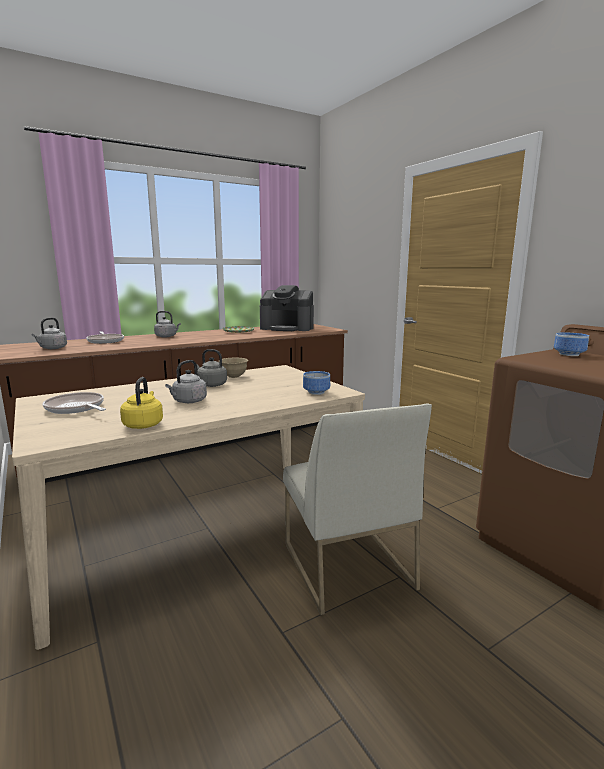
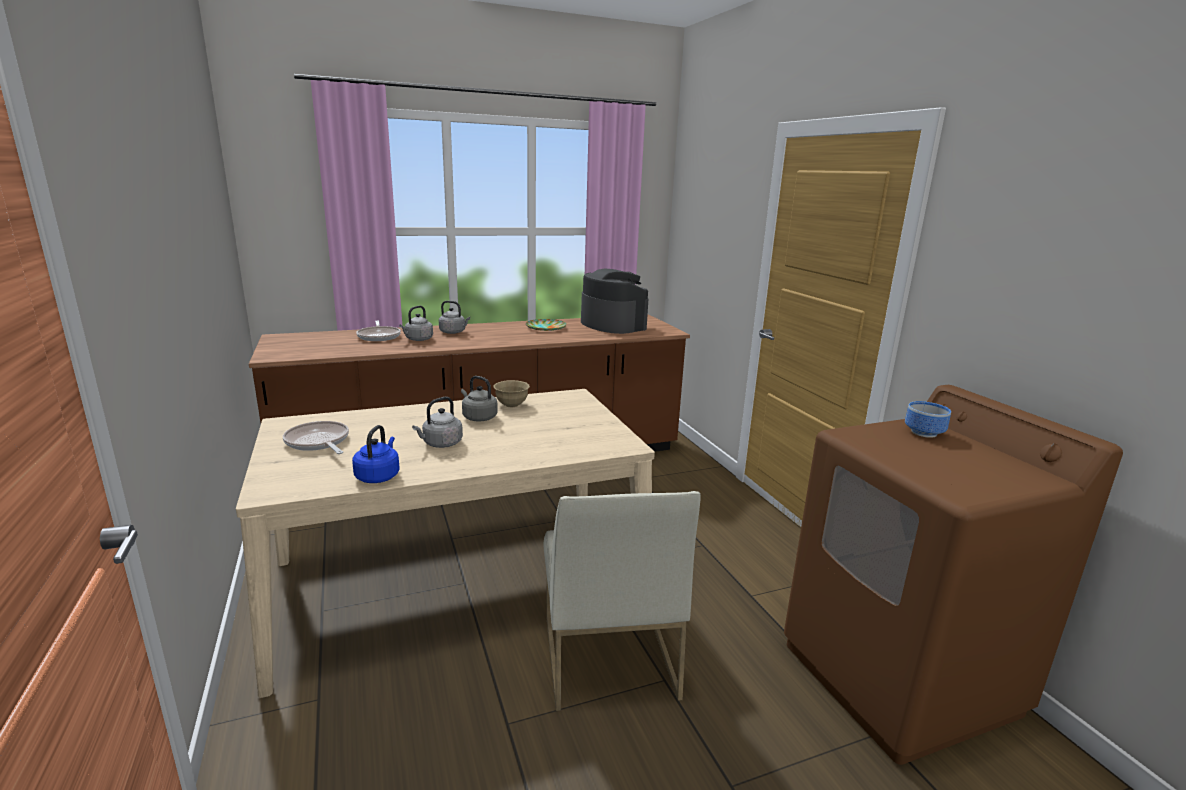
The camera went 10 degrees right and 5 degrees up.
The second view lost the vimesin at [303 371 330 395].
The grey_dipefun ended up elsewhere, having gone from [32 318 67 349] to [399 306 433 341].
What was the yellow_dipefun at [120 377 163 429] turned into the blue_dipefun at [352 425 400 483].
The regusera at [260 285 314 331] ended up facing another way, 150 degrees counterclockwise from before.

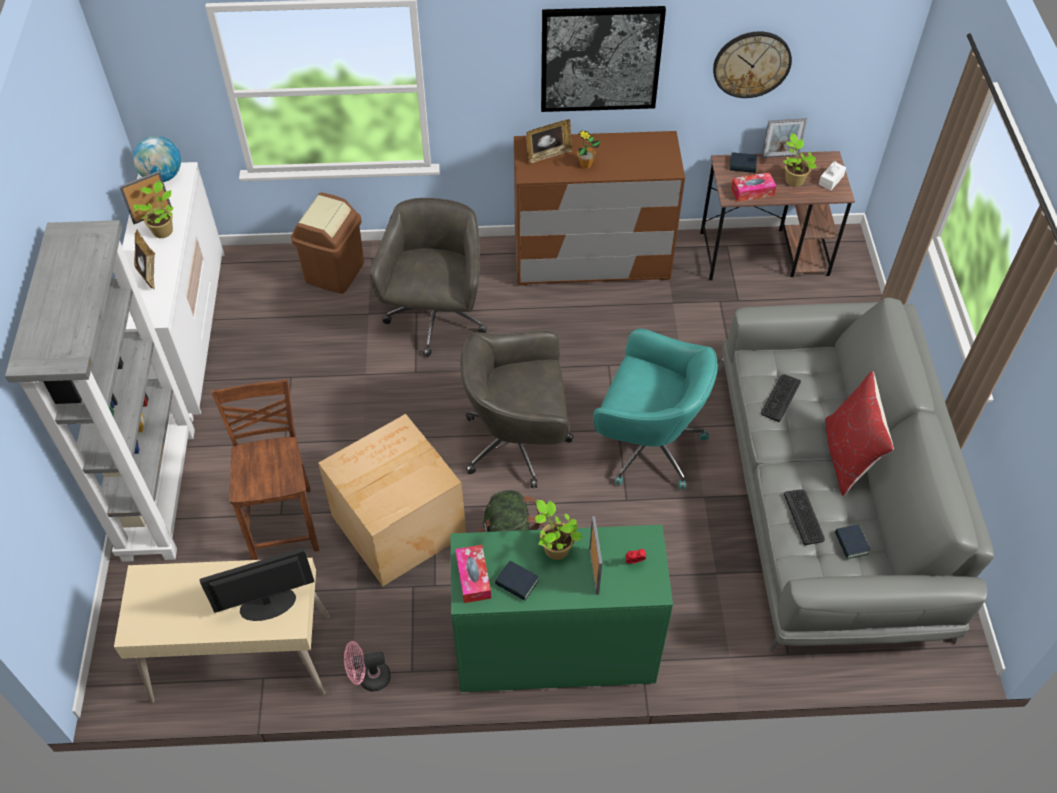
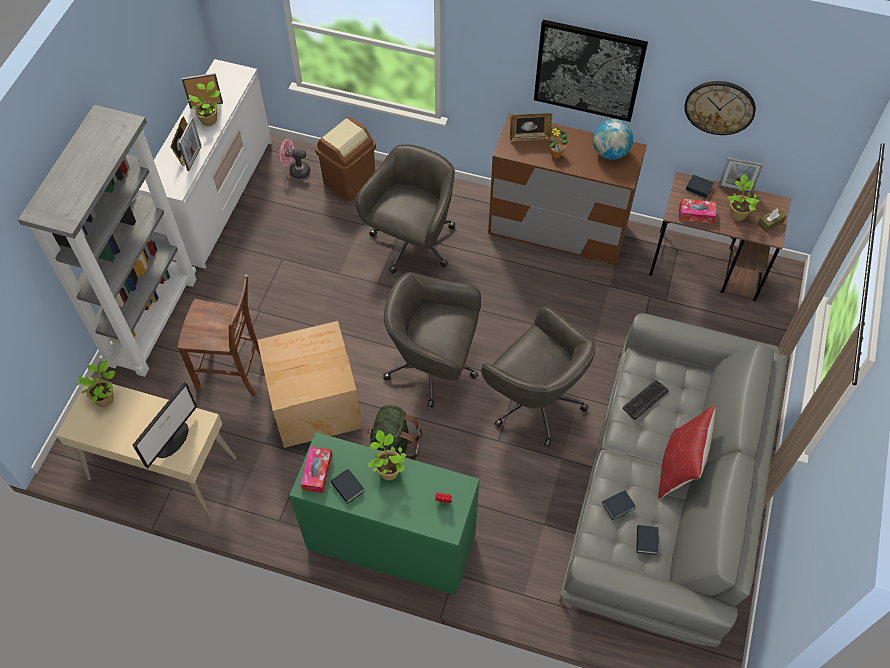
The camera went 20 degrees right and 5 degrees up.
The second view gained the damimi at [76 361 115 407].
The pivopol ended up elsewhere, having gone from [133 136 181 182] to [593 119 633 160].
The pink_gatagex ended up elsewhere, having gone from [344 641 391 691] to [280 139 310 179].
The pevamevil ended up elsewhere, having gone from [589 516 602 595] to [178 117 202 171].
Where the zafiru stood at [784 489 825 545], the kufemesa came to stand at [602 490 636 520].
What was the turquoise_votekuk at [593 328 718 490] turned into the grey_votekuk at [481 306 596 447].
What was the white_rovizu at [819 161 846 190] turned into the brown_rovizu at [758 208 786 232].
The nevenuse at [199 547 315 621] ended up facing another way, 120 degrees clockwise from before.
The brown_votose at [211 379 319 560] ended up facing another way, 90 degrees clockwise from before.

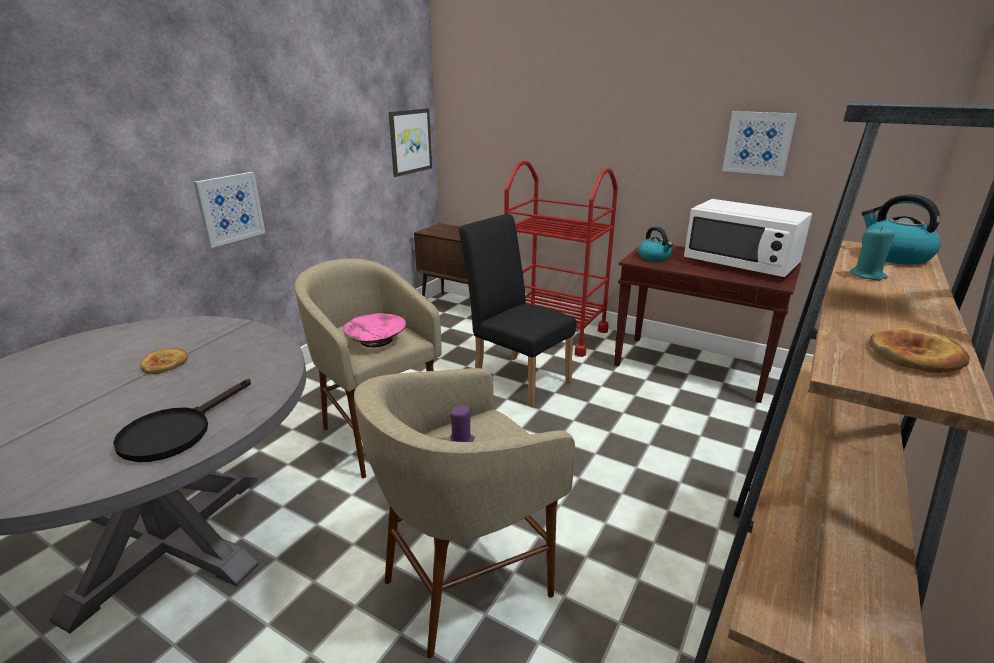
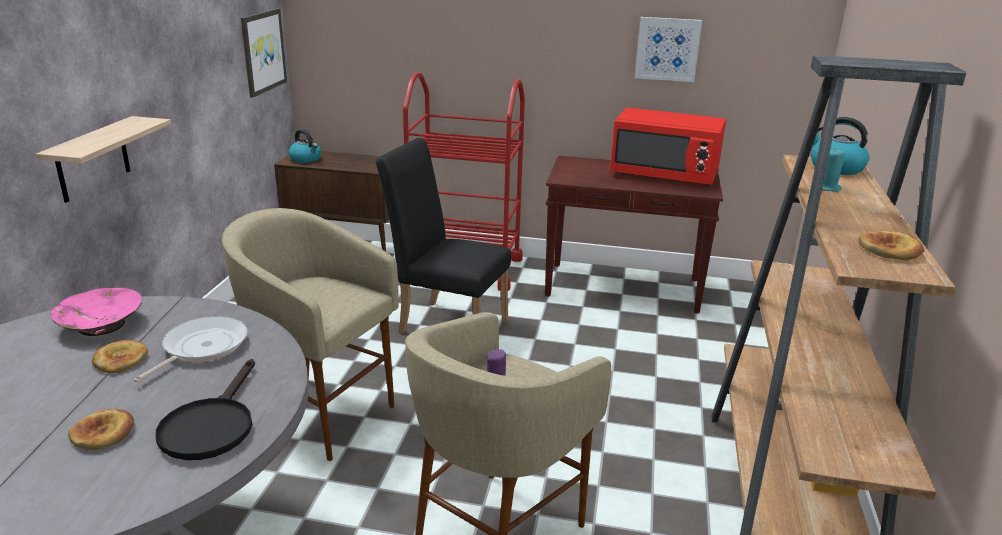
The camera went 20 degrees left and 0 degrees up.
The second view gained the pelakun at [68 409 134 450].
The second view gained the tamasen at [133 316 248 383].
The pink_vimesin ended up elsewhere, having gone from [343 313 406 347] to [51 288 142 336].
The dipefun ended up elsewhere, having gone from [638 227 673 261] to [289 129 321 163].
Where the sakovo hung at [194 172 265 248], the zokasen came to hang at [36 116 171 203].
What was the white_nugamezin at [684 199 812 278] turned into the red_nugamezin at [610 107 726 186].

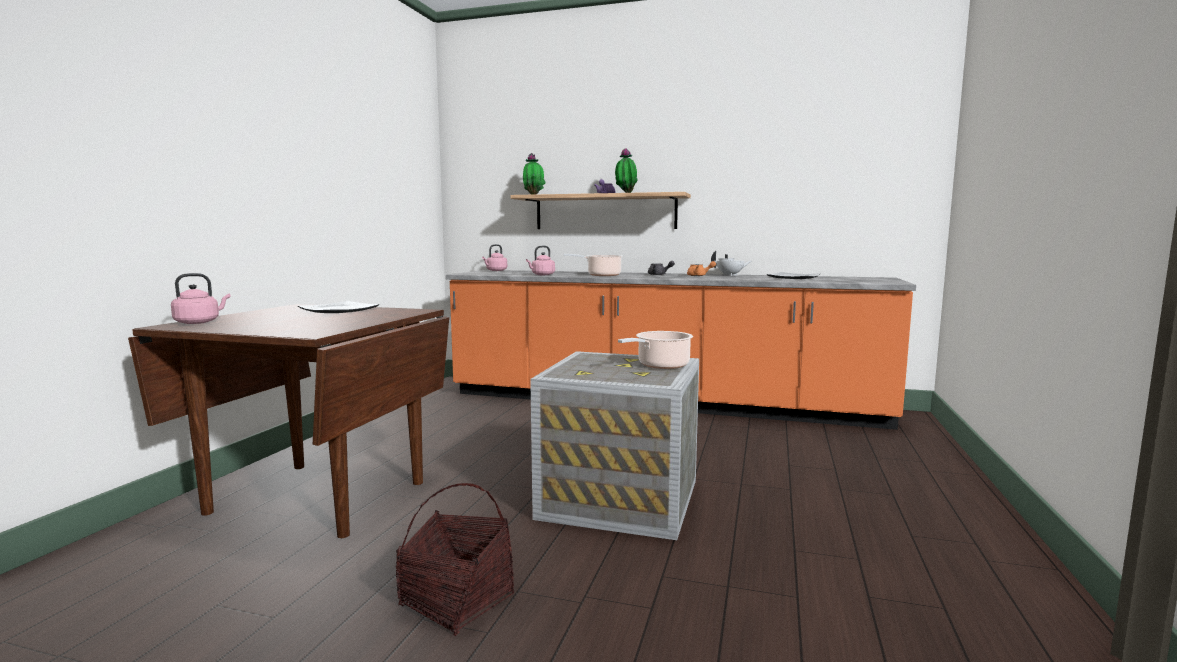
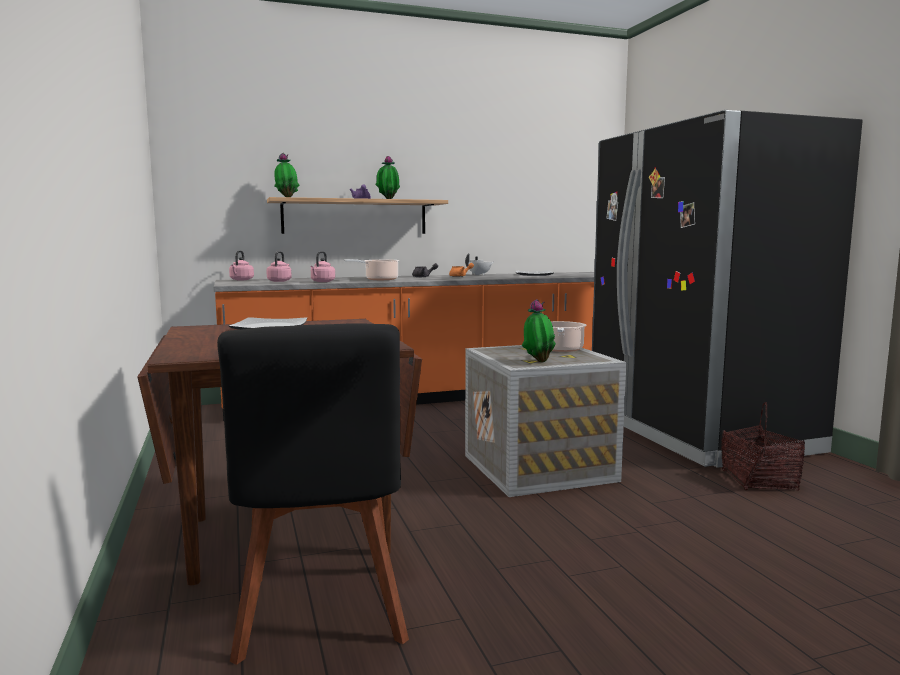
The camera went 35 degrees left and 0 degrees up.
The second view gained the black_votose at [217 323 409 665].
The second view gained the damimi at [522 299 556 363].
The second view gained the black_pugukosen at [592 110 863 468].
The pink_dipefun ended up elsewhere, having gone from [171 273 230 324] to [266 251 292 282].
The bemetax ended up elsewhere, having gone from [396 483 514 636] to [721 402 805 491].

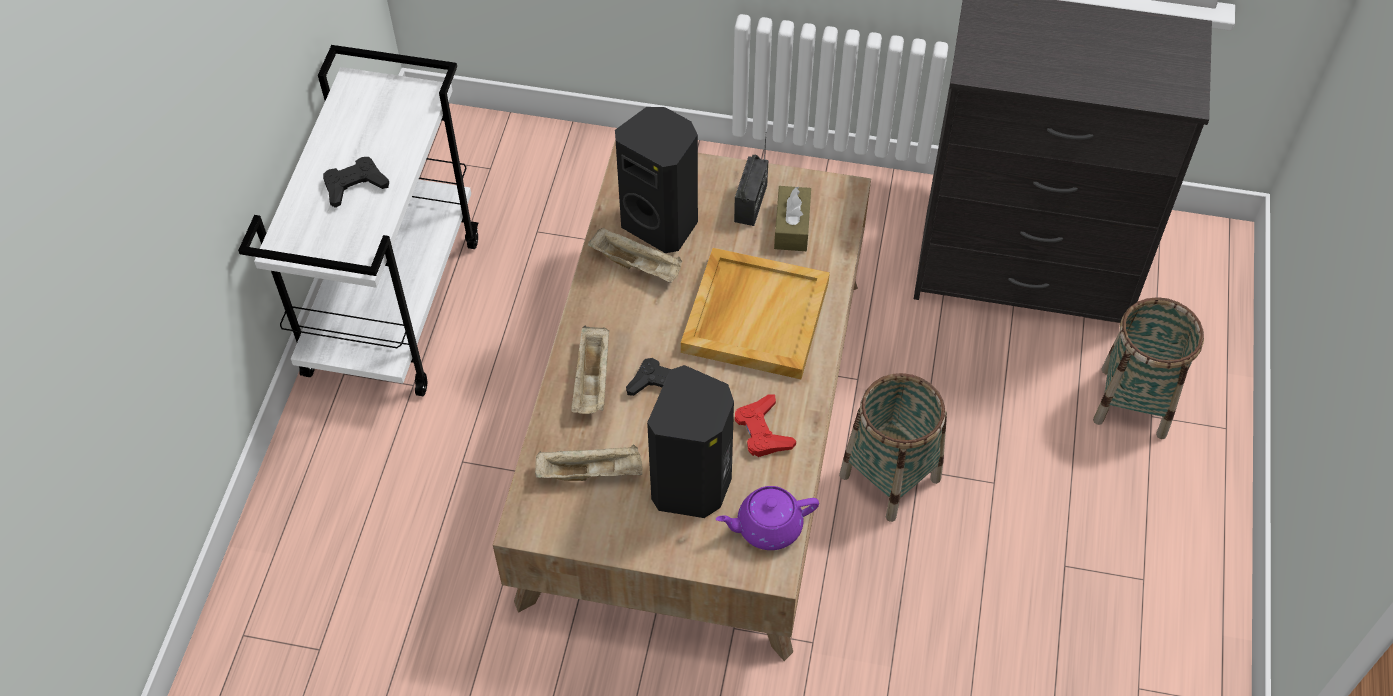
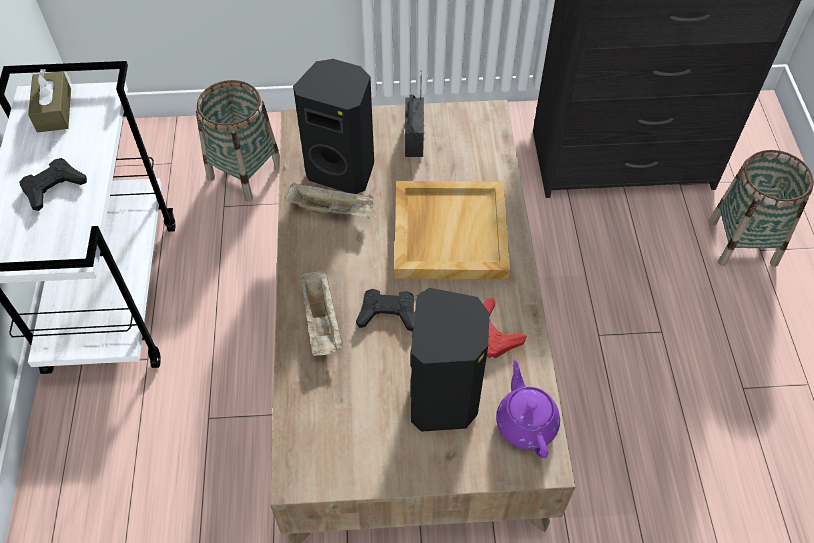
The camera went 15 degrees left and 0 degrees up.
The second view lost the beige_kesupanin at [535 445 643 481].
The brown_rovizu ended up elsewhere, having gone from [774 186 811 251] to [28 69 71 132].
The bemetax ended up elsewhere, having gone from [839 373 947 522] to [196 80 280 201].
The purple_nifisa at [716 486 819 550] ended up facing another way, 105 degrees clockwise from before.

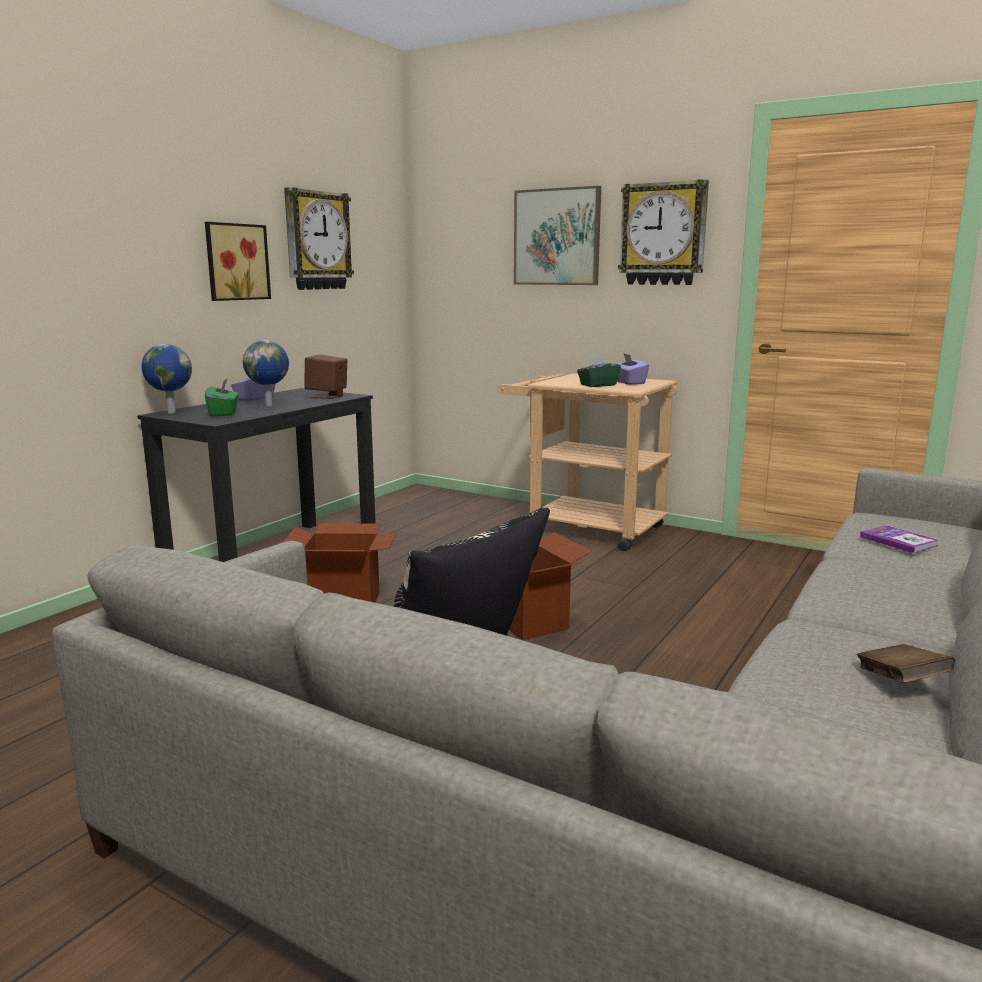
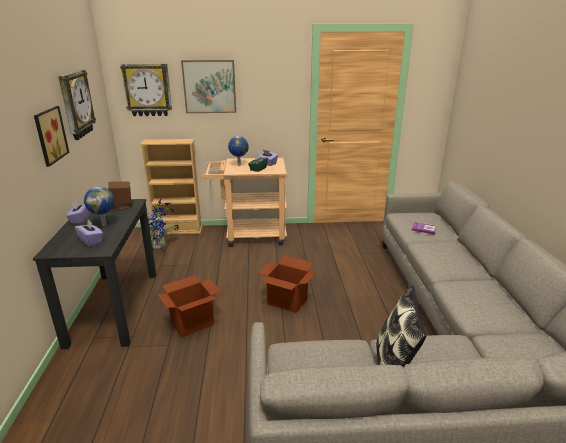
The camera went 35 degrees left and 10 degrees up.
The second view lost the brown_kufemesa at [857 644 955 683].
The second view gained the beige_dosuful at [140 139 202 235].
The second view gained the damimi at [146 199 177 251].
The pivopol ended up elsewhere, having gone from [141 344 192 414] to [228 136 249 166].
The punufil ended up elsewhere, having gone from [618 179 709 285] to [120 64 172 116].
What was the green_rovizu at [205 379 239 416] turned into the purple_rovizu at [75 220 103 247].

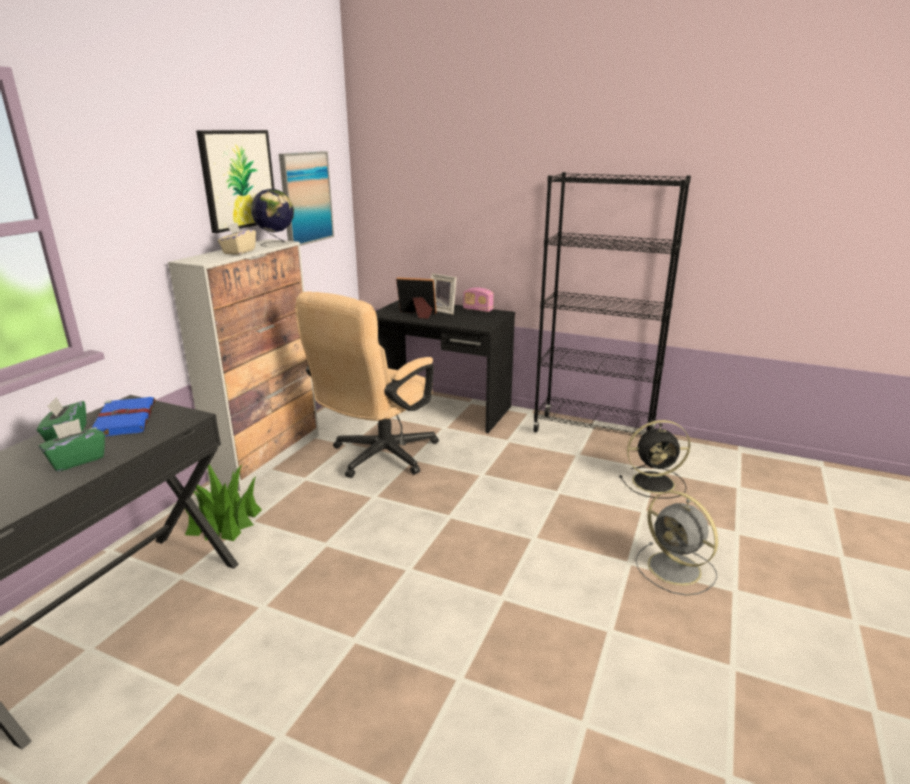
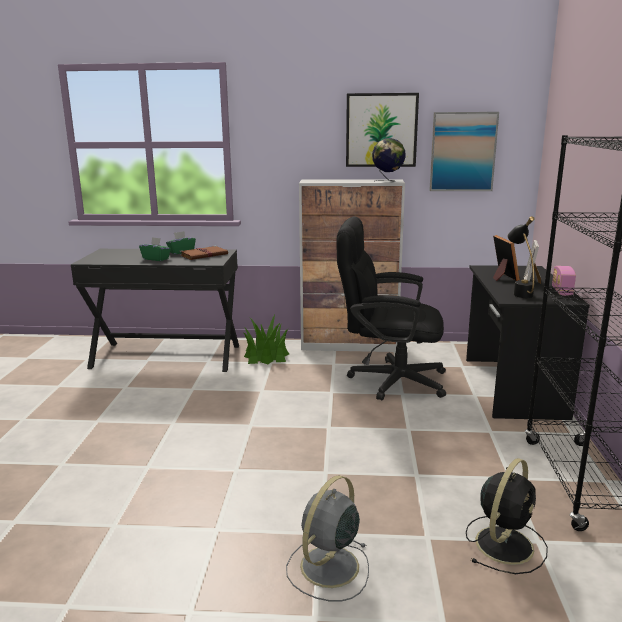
The camera went 70 degrees right and 5 degrees down.
The second view lost the beige_rovizu at [218 222 256 255].
The second view gained the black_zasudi at [507 216 535 298].
What was the blue_kufemesa at [90 397 156 436] turned into the brown_kufemesa at [180 246 228 260].
What was the beige_votekuk at [295 291 439 478] turned into the black_votekuk at [336 216 446 401].
The black_gatagex at [619 420 690 499] ended up facing another way, 120 degrees counterclockwise from before.

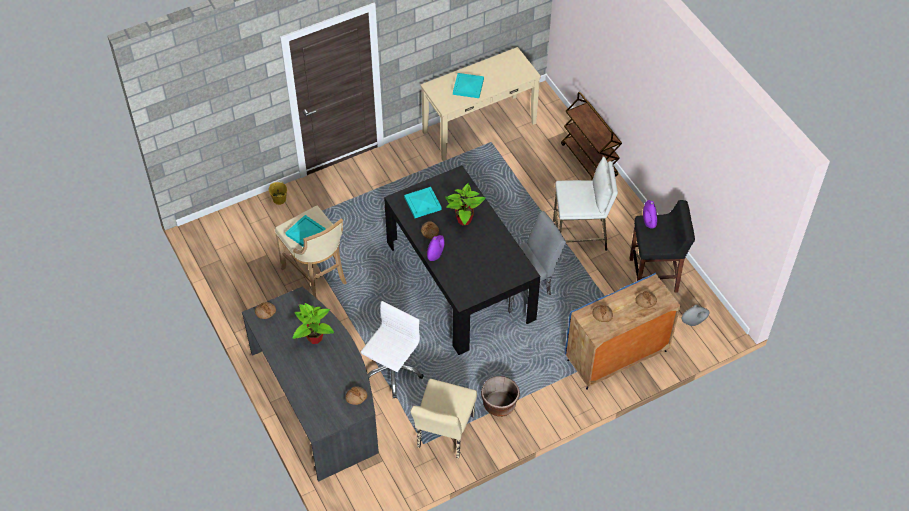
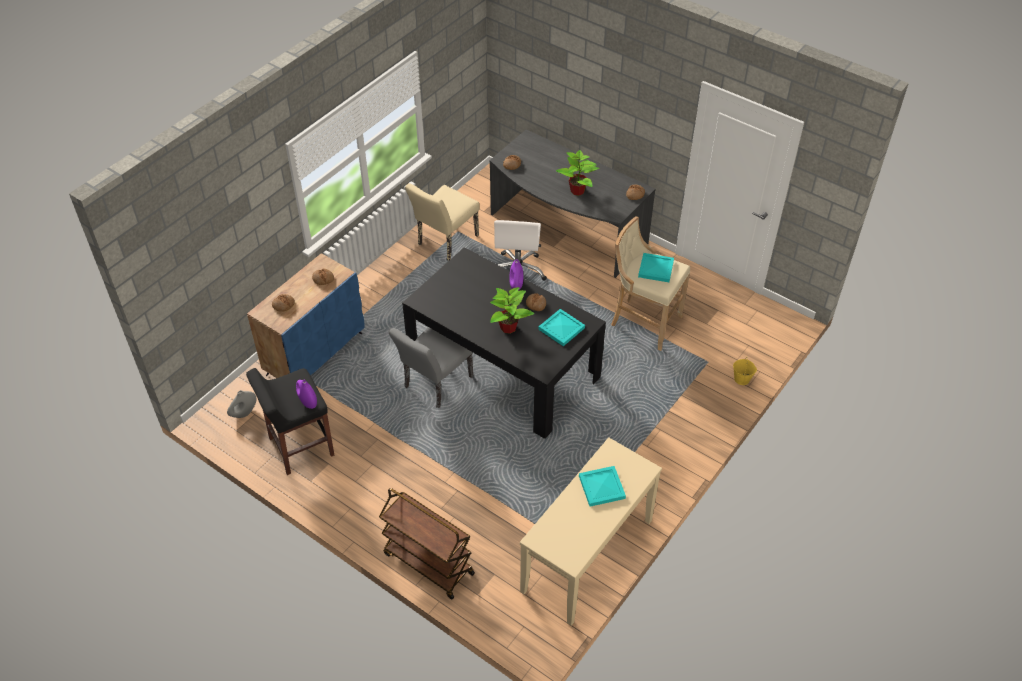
The camera went 155 degrees right and 5 degrees down.
The second view lost the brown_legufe at [481 376 520 417].
The second view lost the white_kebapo at [553 156 618 251].
The beige_votose at [411 379 477 458] ended up facing another way, 135 degrees counterclockwise from before.

